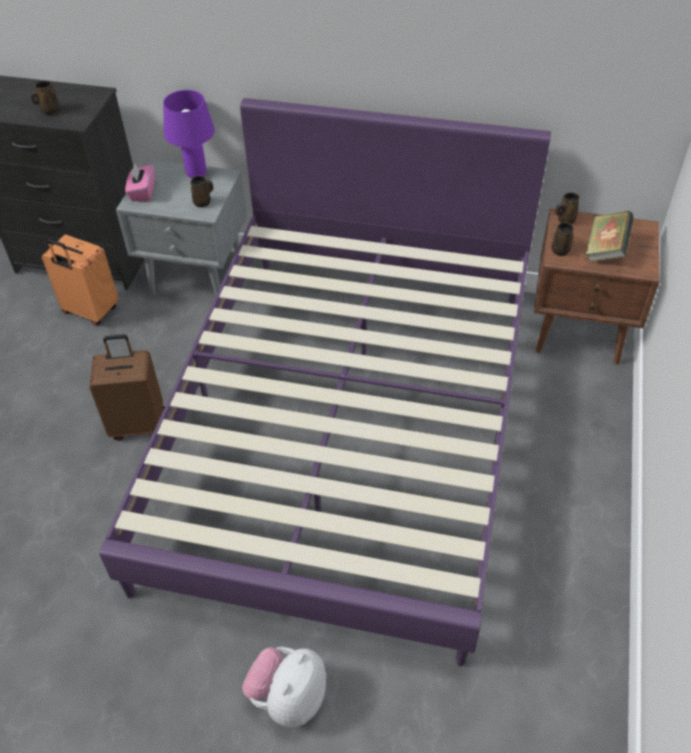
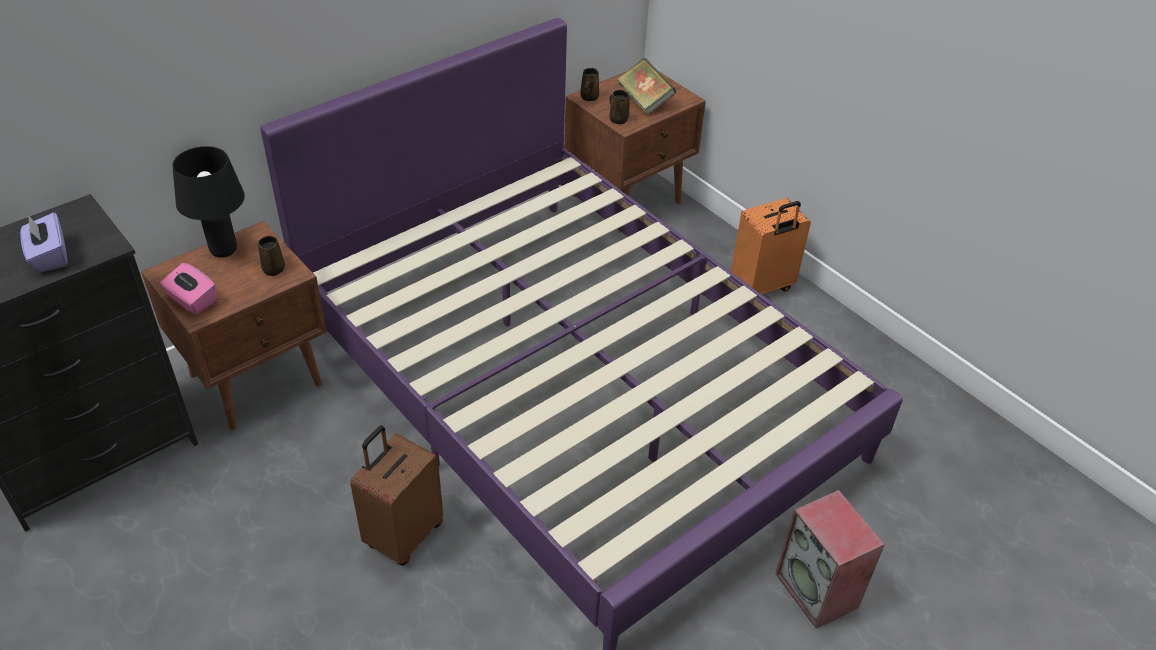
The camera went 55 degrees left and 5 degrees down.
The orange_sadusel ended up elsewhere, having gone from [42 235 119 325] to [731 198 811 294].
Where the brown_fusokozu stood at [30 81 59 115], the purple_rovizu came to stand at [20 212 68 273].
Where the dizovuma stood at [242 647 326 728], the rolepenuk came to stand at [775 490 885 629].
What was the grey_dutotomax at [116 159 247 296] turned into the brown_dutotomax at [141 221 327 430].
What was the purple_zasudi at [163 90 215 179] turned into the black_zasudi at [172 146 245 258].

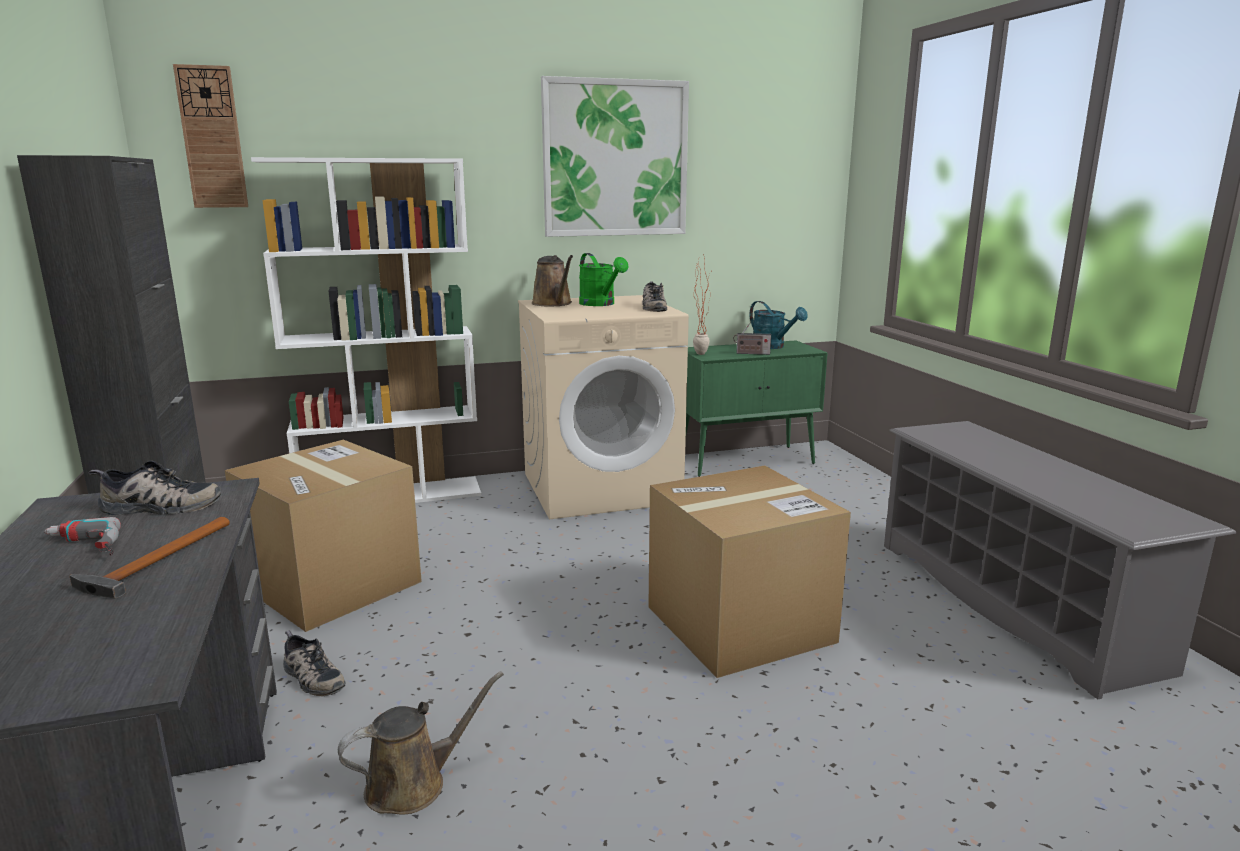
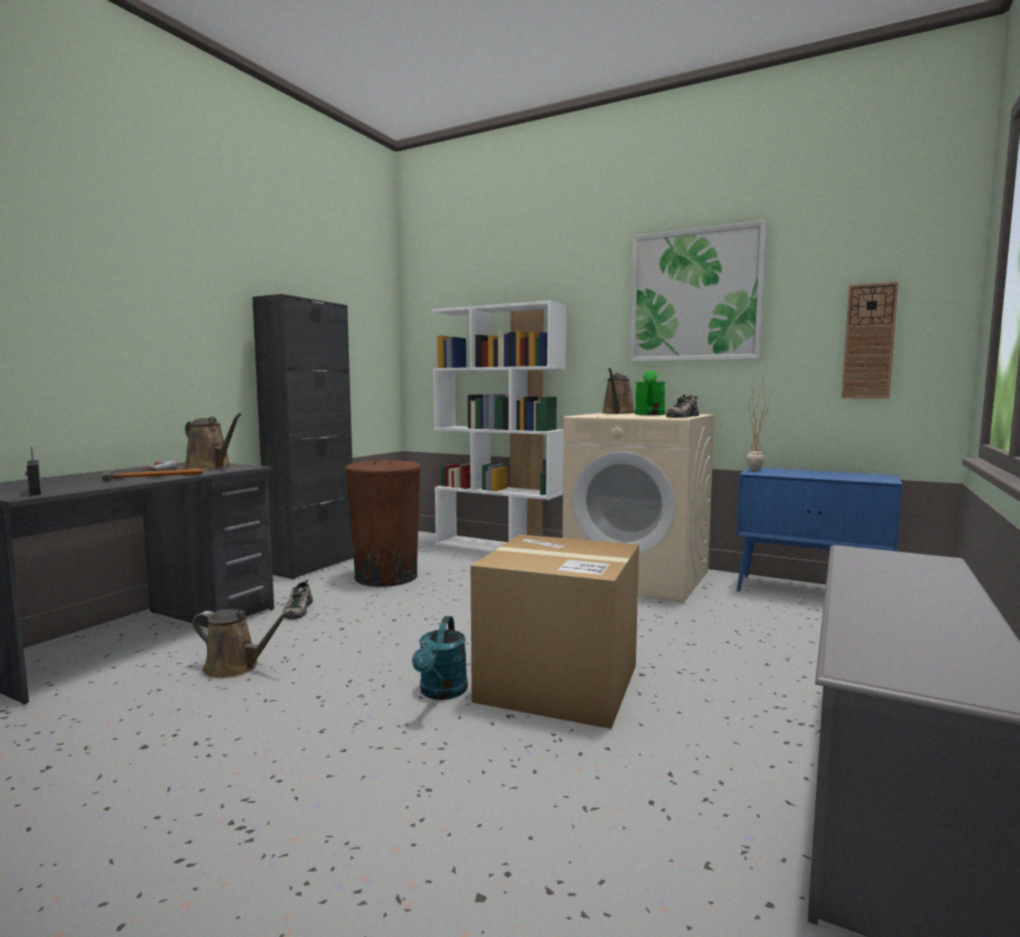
The camera went 45 degrees right and 10 degrees down.
The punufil ended up elsewhere, having gone from [173 64 248 208] to [842 282 898 399].
The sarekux ended up elsewhere, having gone from [733 323 771 355] to [25 446 41 495].
The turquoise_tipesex ended up elsewhere, having gone from [750 301 808 349] to [412 616 468 700].
Where the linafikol stood at [89 460 221 515], the brown_tipesex came to stand at [184 413 242 470].
Where the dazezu stood at [225 440 422 632], the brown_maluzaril came to stand at [345 460 421 587].
What was the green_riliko at [686 341 828 477] turned into the blue_riliko at [737 467 903 592].

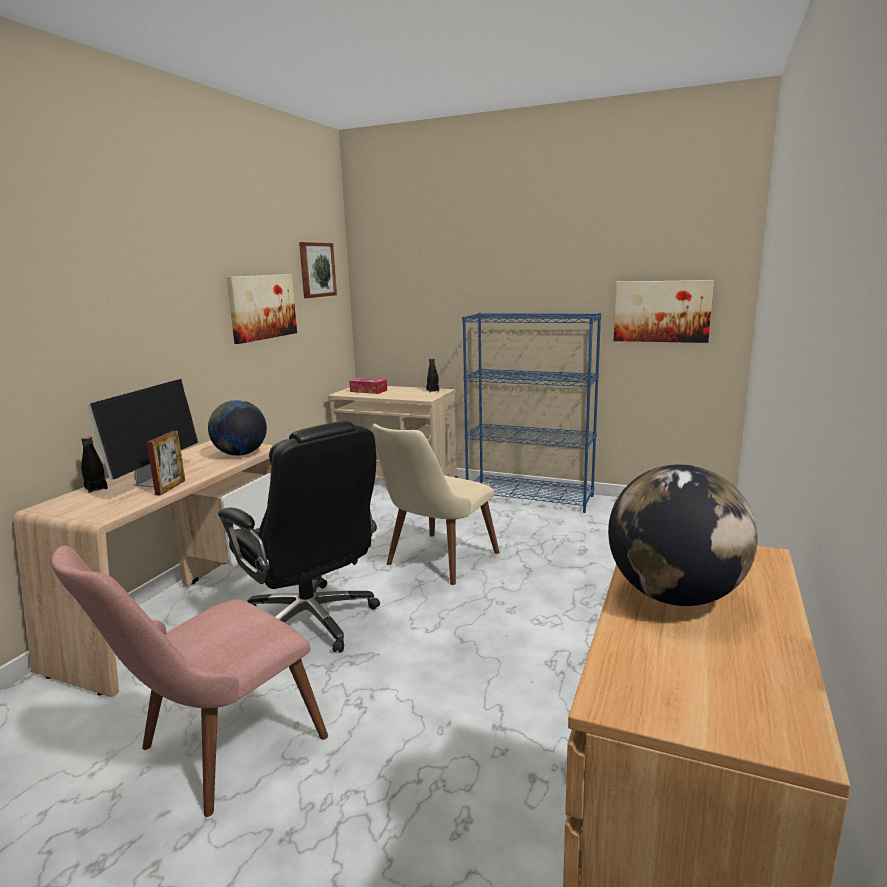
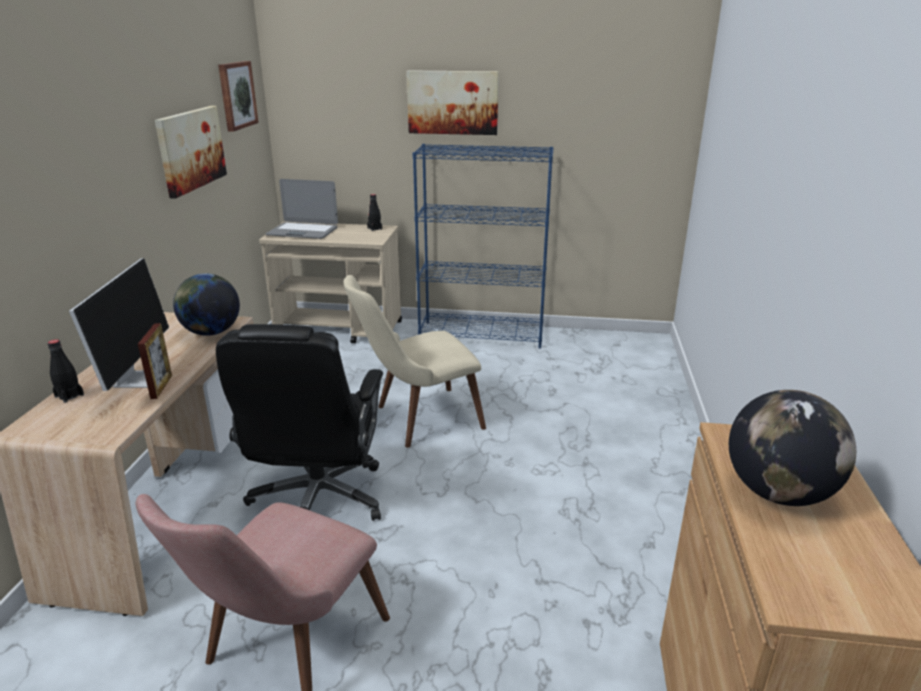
The camera went 15 degrees left and 10 degrees up.
The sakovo ended up elsewhere, having gone from [614 280 714 343] to [407 70 499 135].
Where the rovizu stood at [349 378 387 394], the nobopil came to stand at [266 179 338 239].
The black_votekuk at [218 421 380 653] ended up facing another way, 60 degrees clockwise from before.
The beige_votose at [371 424 500 585] ended up facing another way, 45 degrees clockwise from before.

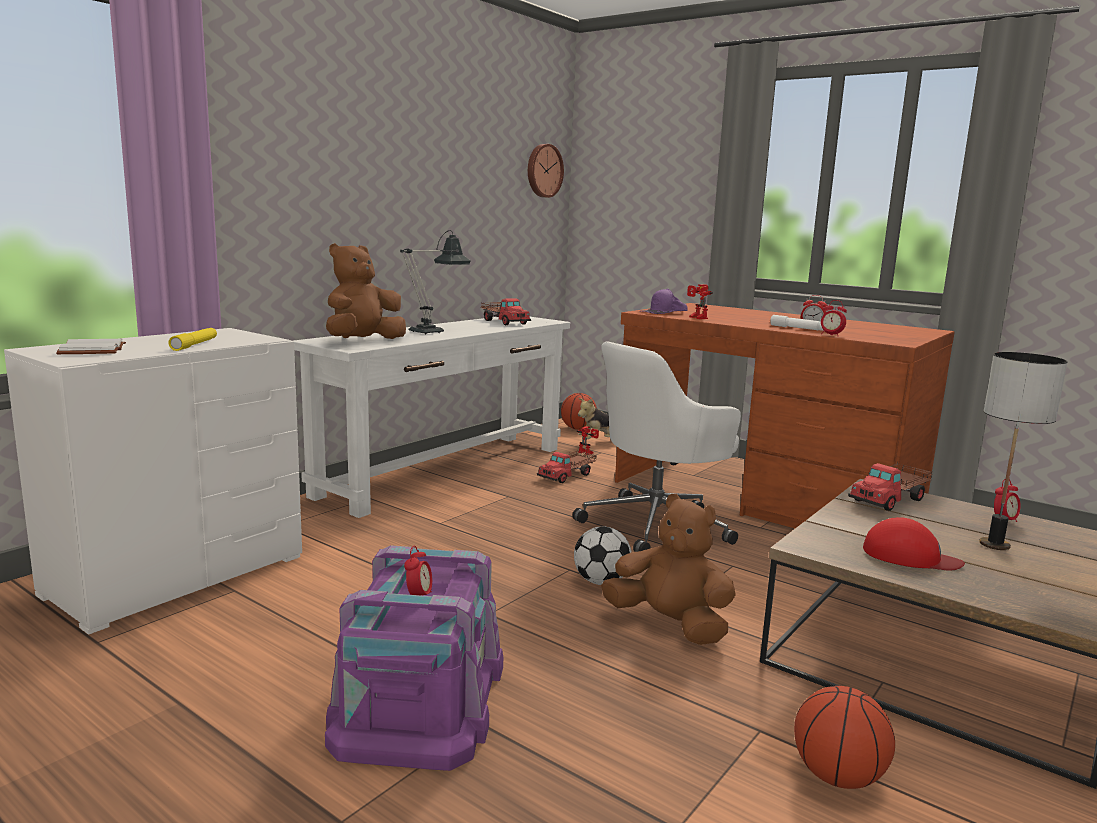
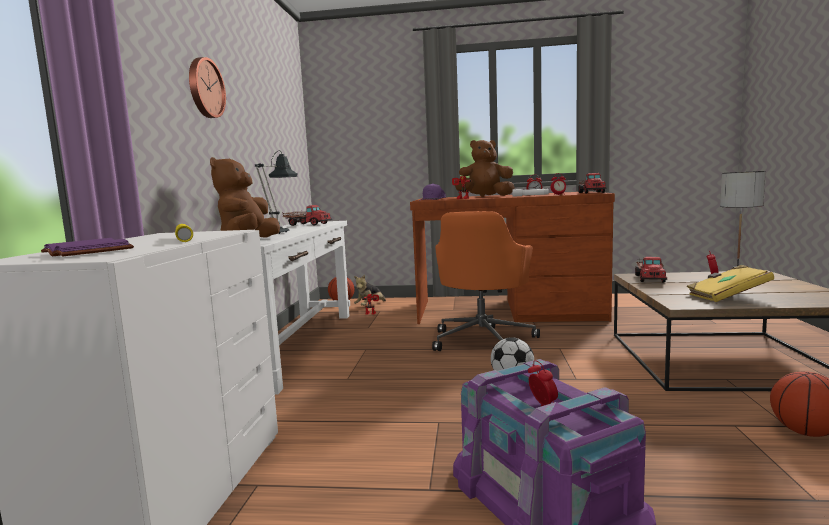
The camera went 30 degrees left and 5 degrees down.
The punufil ended up elsewhere, having gone from [528 144 564 198] to [189 57 226 118].
The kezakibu ended up elsewhere, having gone from [537 451 597 483] to [578 173 607 194].
The brown_dizovuma ended up elsewhere, having gone from [601 494 736 645] to [454 140 515 197].
Where the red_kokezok stood at [863 517 965 570], the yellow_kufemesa came to stand at [687 265 774 302].
What was the white_kufemesa at [56 339 126 354] turned into the purple_kufemesa at [41 238 134 256].
What was the white_votekuk at [573 341 741 552] turned into the orange_votekuk at [432 211 540 351].

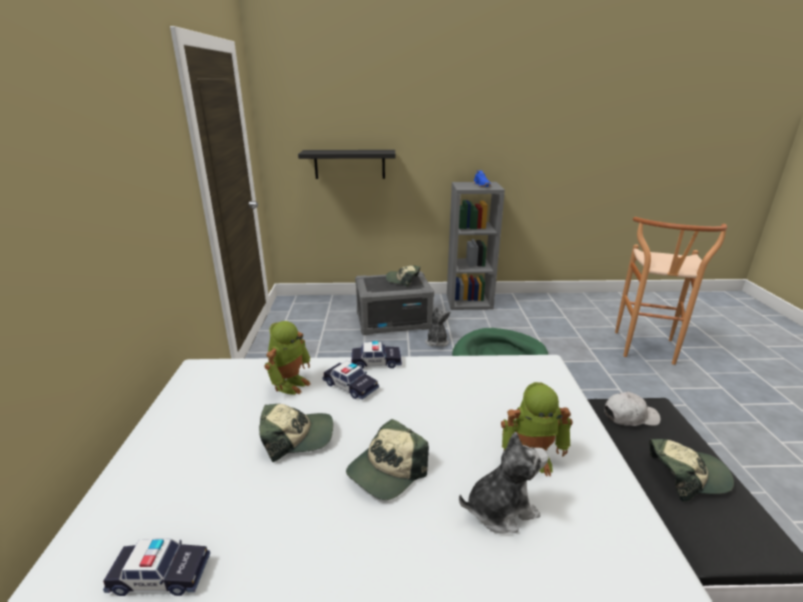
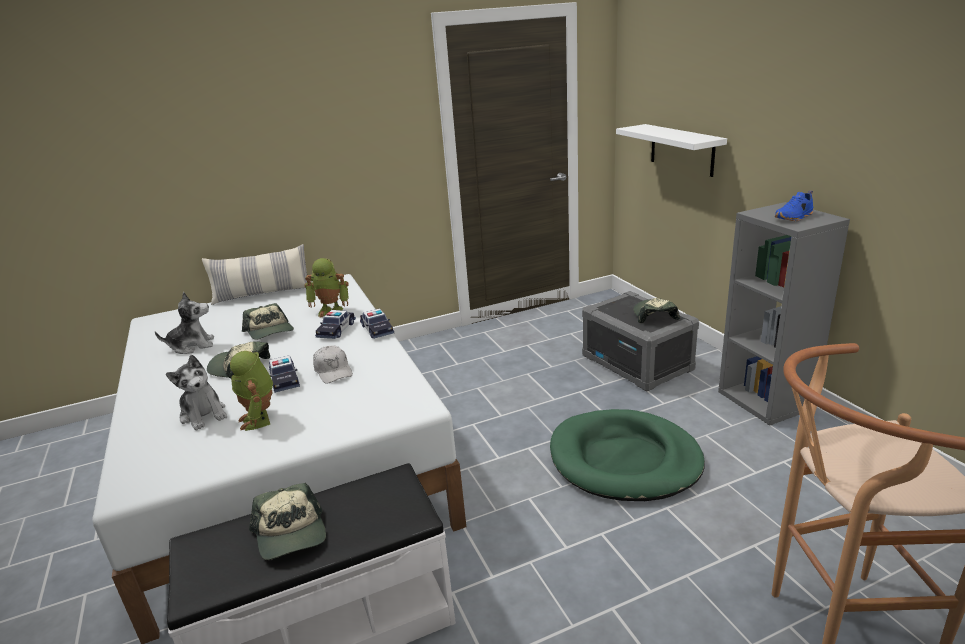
The camera went 70 degrees right and 0 degrees up.
The second view gained the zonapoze at [202 244 308 305].
The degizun ended up elsewhere, having gone from [103 539 210 596] to [269 355 300 393].
The dizovuma ended up elsewhere, having gone from [425 306 450 347] to [155 292 214 354].
The white_kokezok ended up elsewhere, having gone from [604 392 661 426] to [313 345 353 384].
What was the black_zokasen at [298 150 396 179] turned into the white_zokasen at [616 124 727 177].

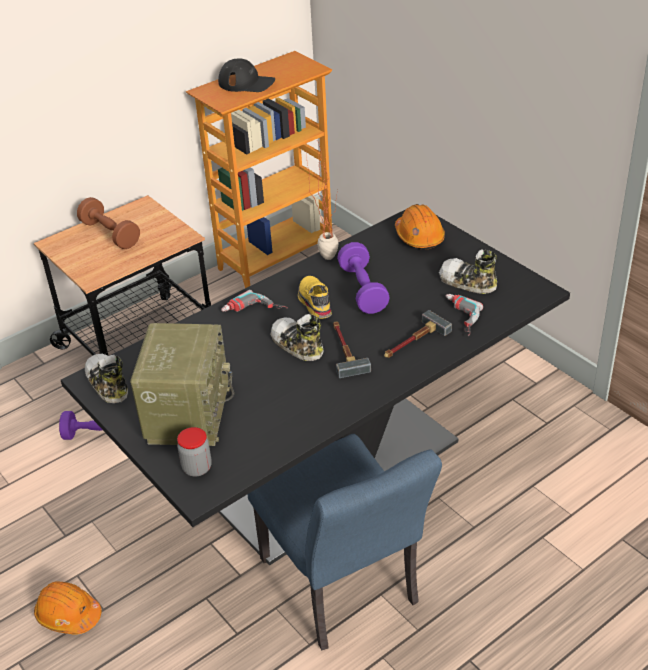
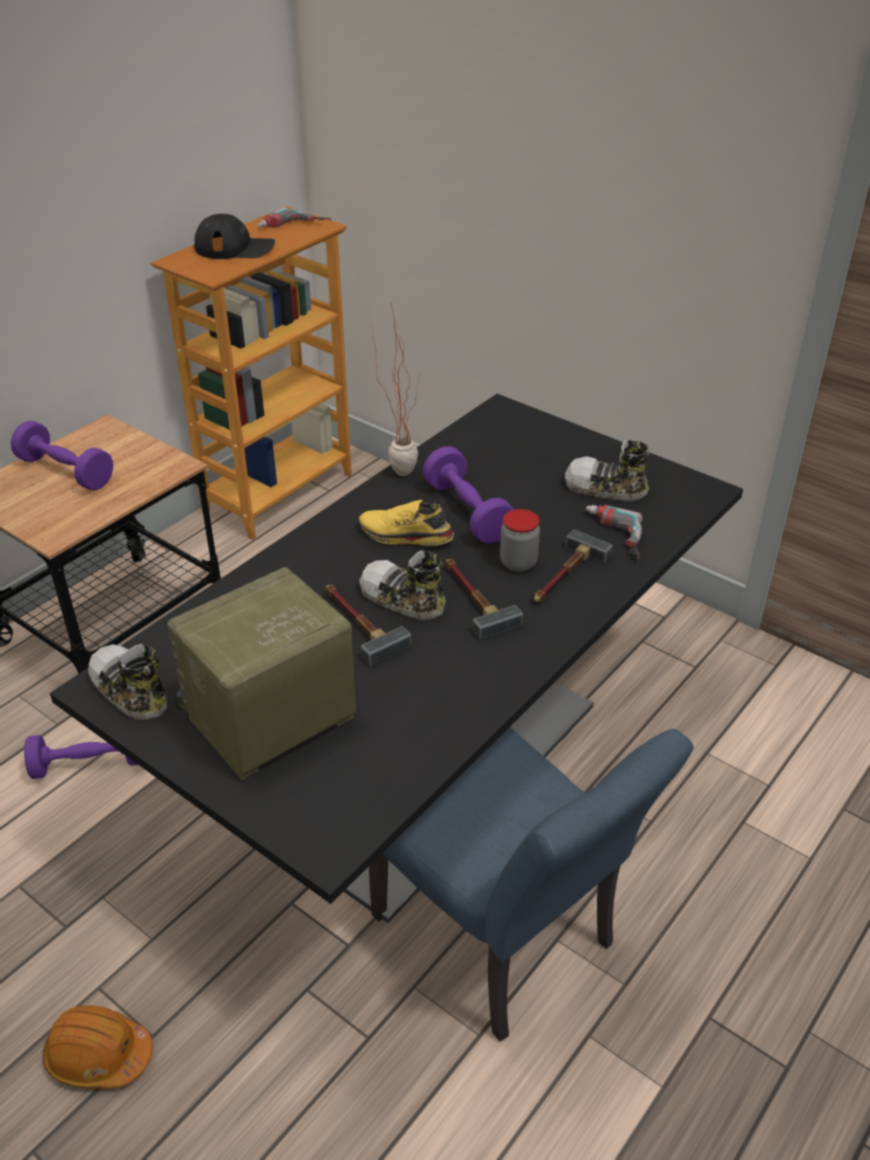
The camera went 15 degrees left and 0 degrees up.
The second view lost the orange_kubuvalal at [395 205 445 250].
The second view gained the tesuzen at [326 585 411 665].
The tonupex ended up elsewhere, having gone from [177 427 212 477] to [500 509 540 572].
The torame ended up elsewhere, having gone from [221 290 288 312] to [258 207 331 228].
What was the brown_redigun at [77 197 140 249] turned into the purple_redigun at [11 421 113 490].
The sarekux at [130 323 234 446] ended up facing another way, 120 degrees counterclockwise from before.
The yellow_linafikol at [298 276 332 319] ended up facing another way, 45 degrees counterclockwise from before.

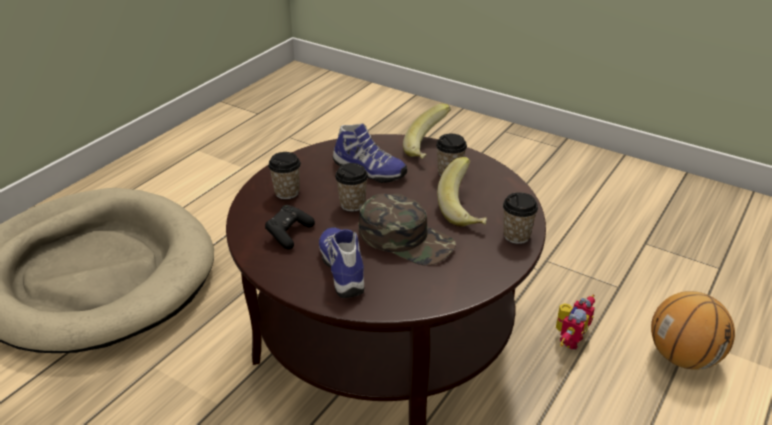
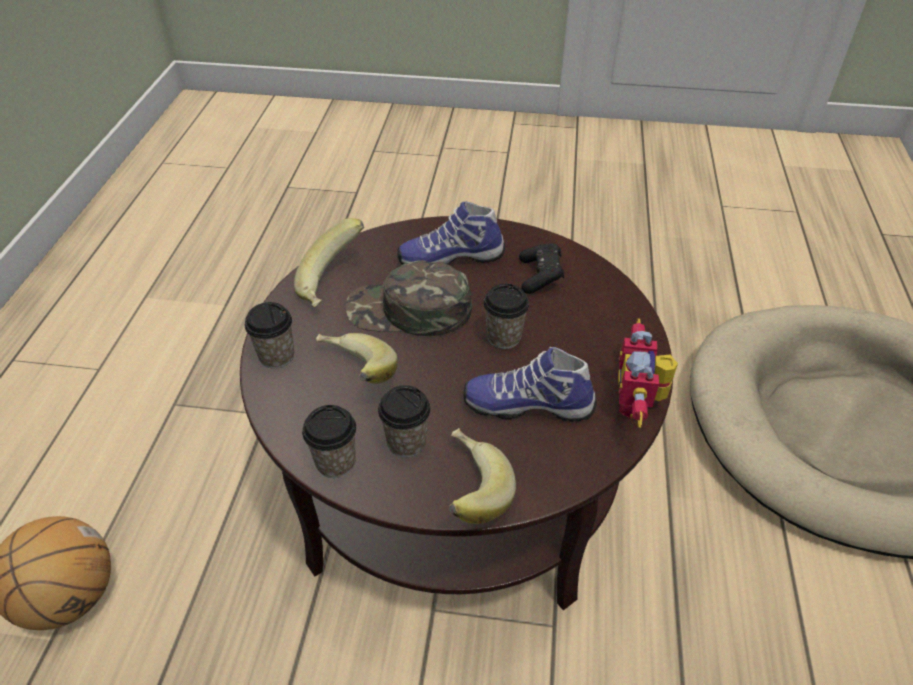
The camera went 155 degrees right and 10 degrees up.
The second view gained the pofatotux at [294 218 364 308].
The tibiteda ended up elsewhere, having gone from [268 152 301 199] to [302 405 356 478].
The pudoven ended up elsewhere, having gone from [556 295 595 349] to [618 318 678 428].
The linafikol at [319 227 364 298] ended up facing another way, 120 degrees clockwise from before.

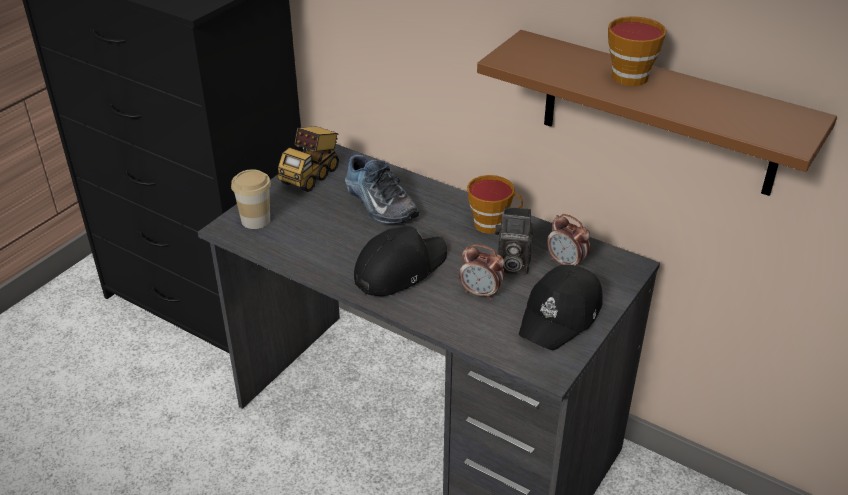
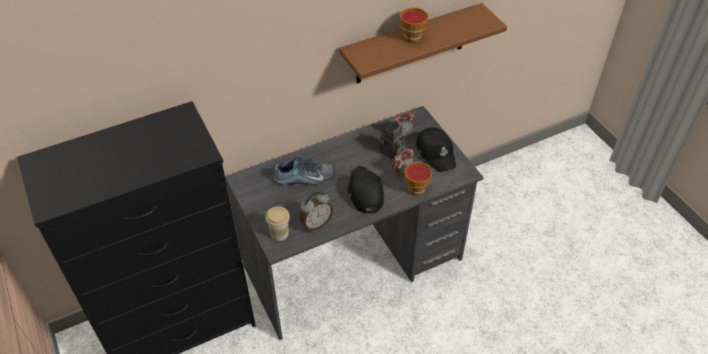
The camera went 60 degrees left and 10 degrees up.
The second view lost the kezakibu at [278 126 339 192].
The second view gained the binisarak at [300 192 333 231].
The tibiteda ended up elsewhere, having gone from [467 175 523 234] to [404 162 432 196].

